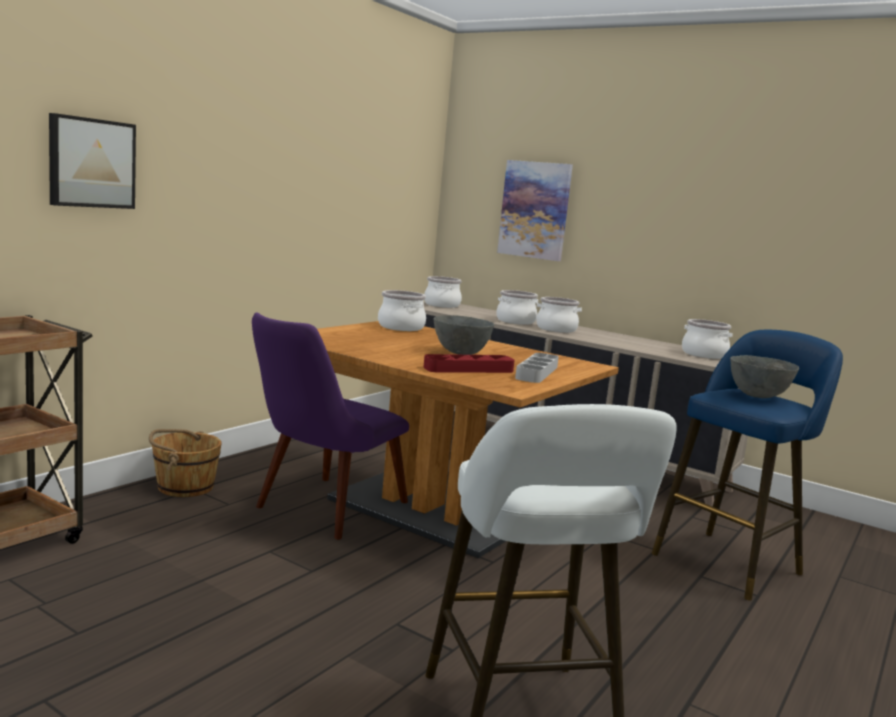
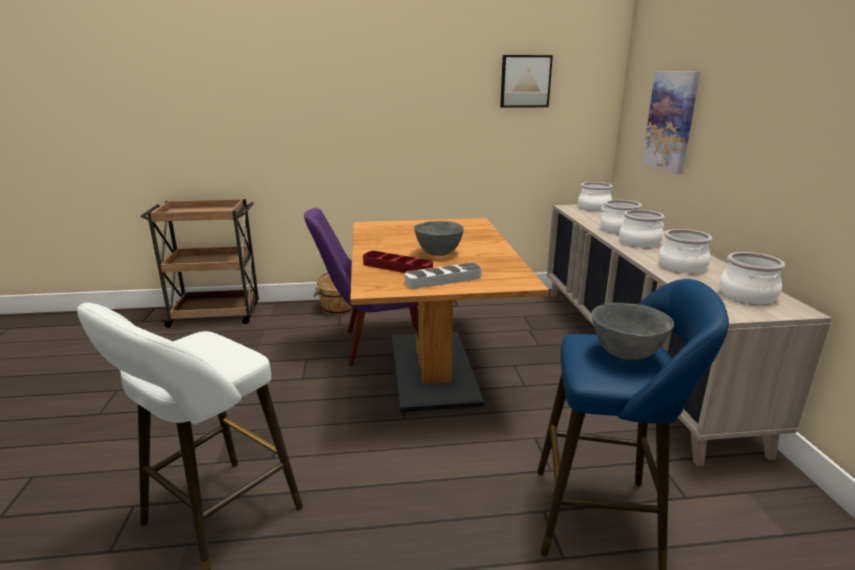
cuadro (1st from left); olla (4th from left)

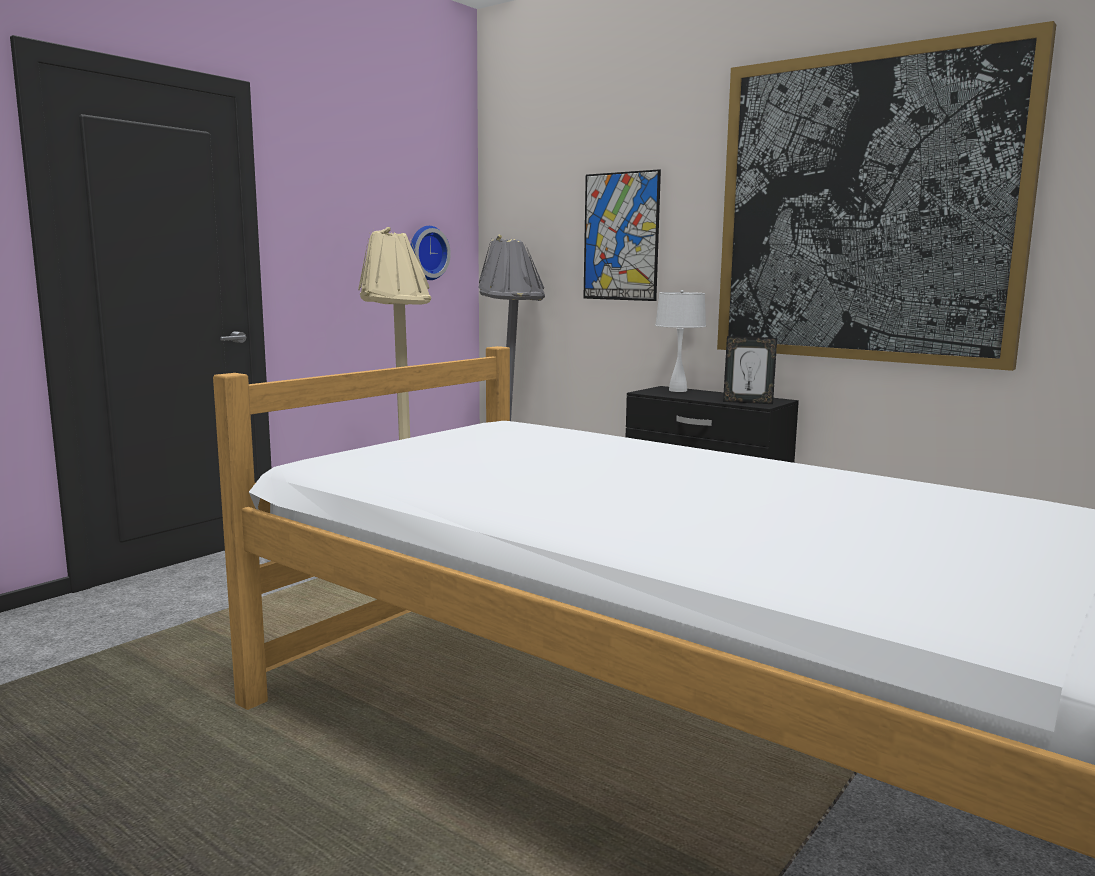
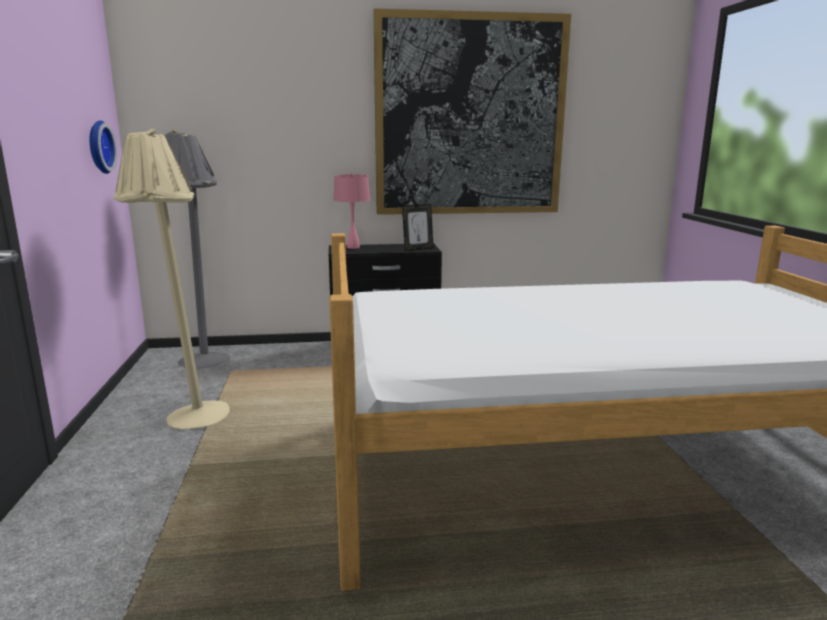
cuadro (1st from left in the first image); lámpara de mesa/rosa

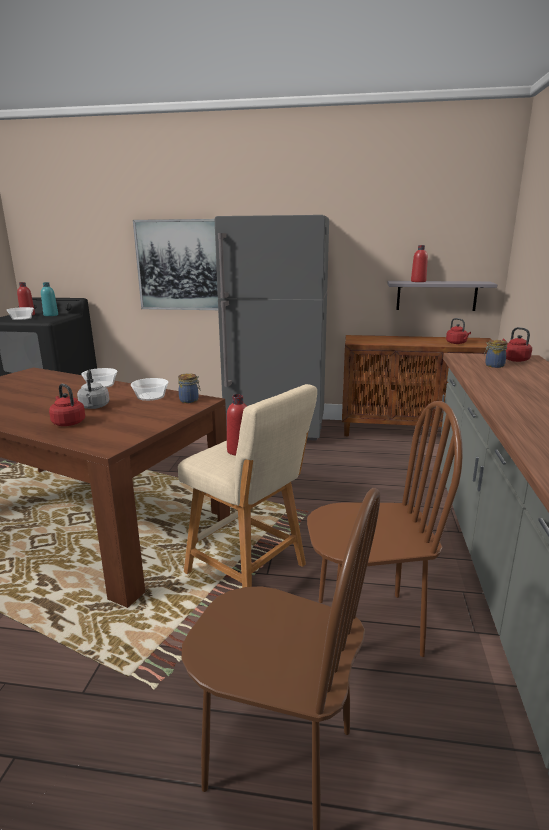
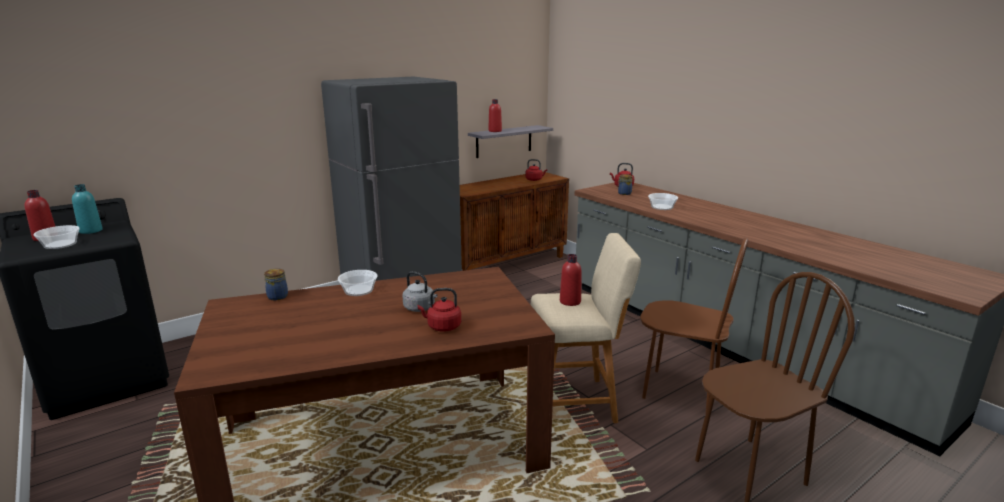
cuenco (3rd from left); cuadro; tarro (1st from left); silla/marrón (1st from left)

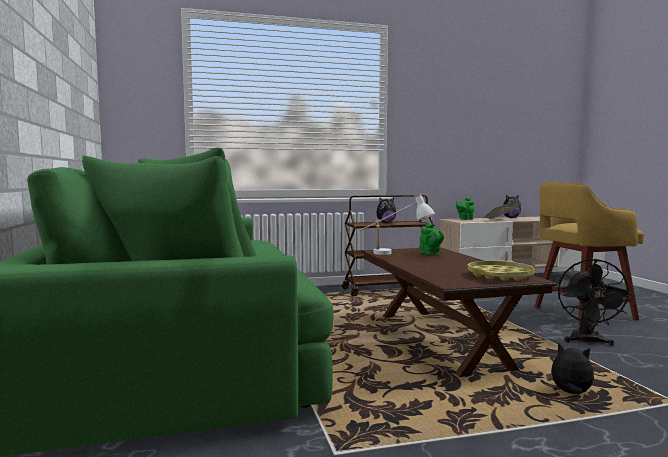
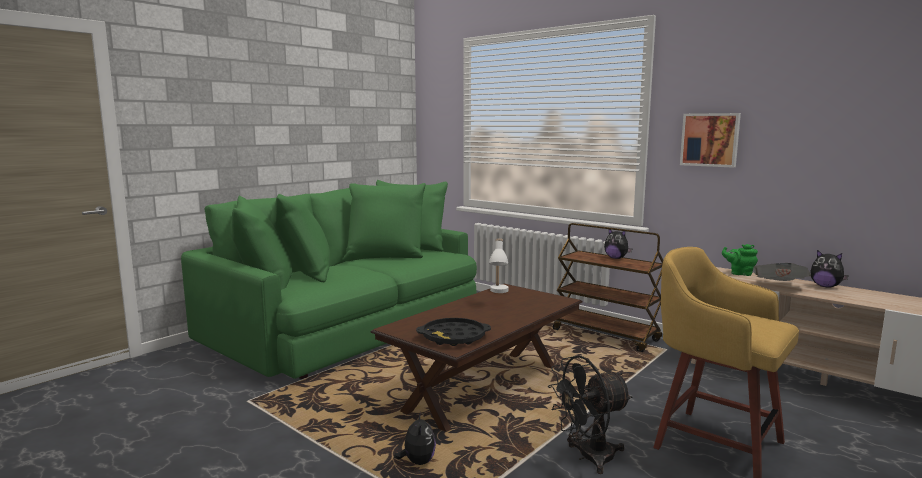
tetera/verde (1st from left in the first image); bandeja/negro; cuadro

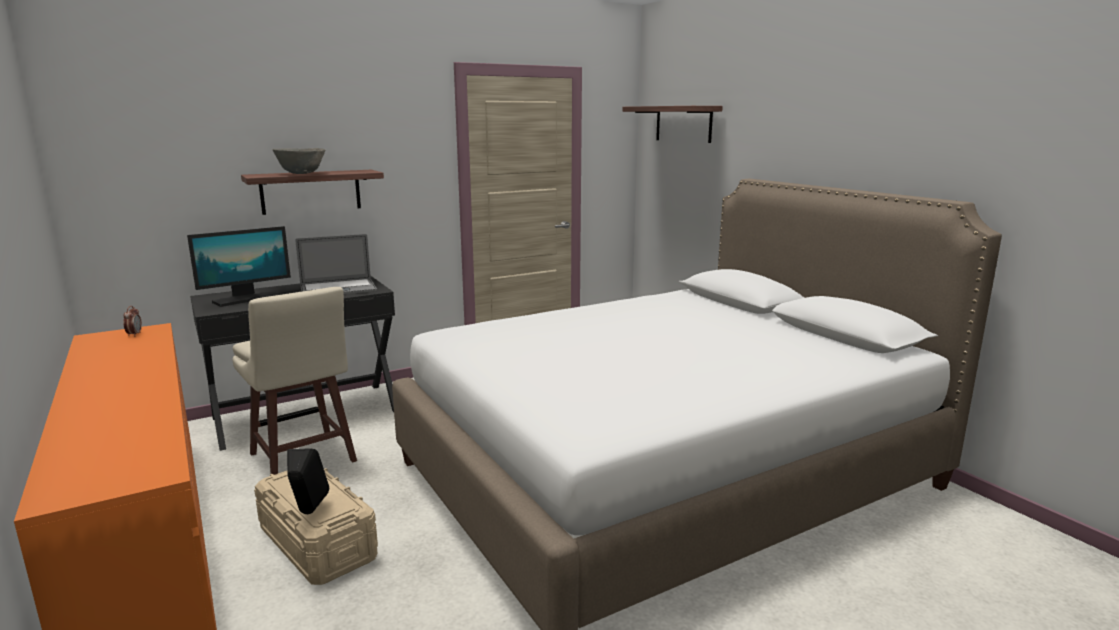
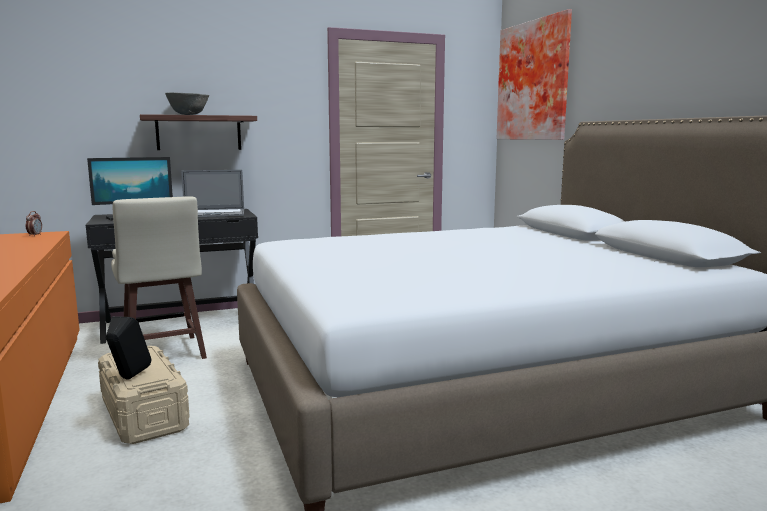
cuadro

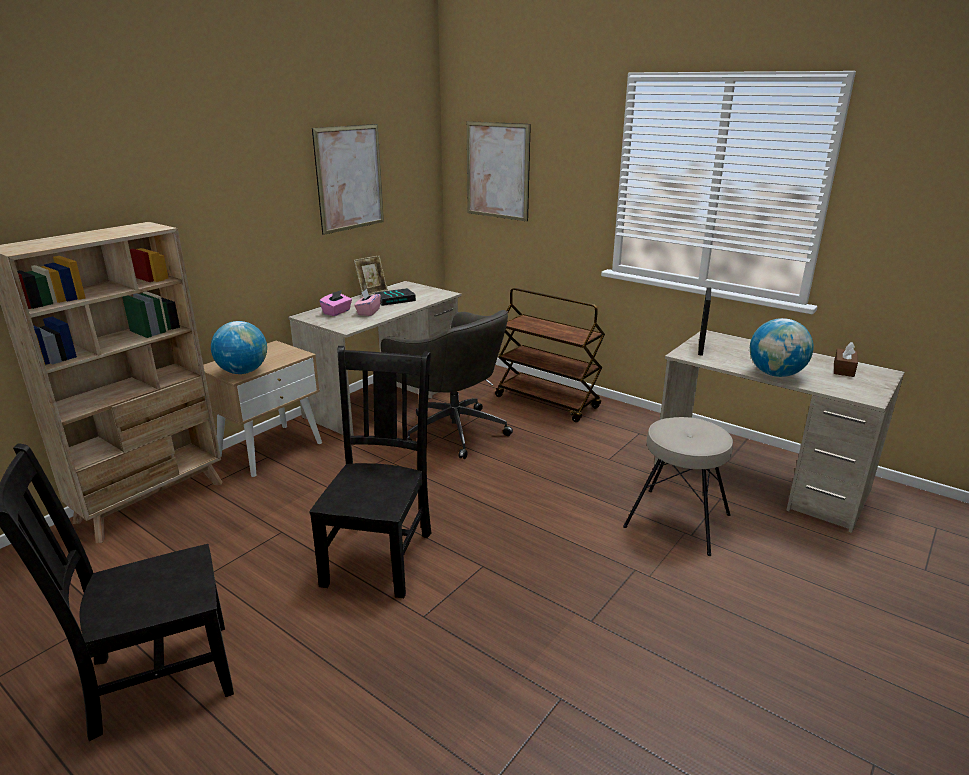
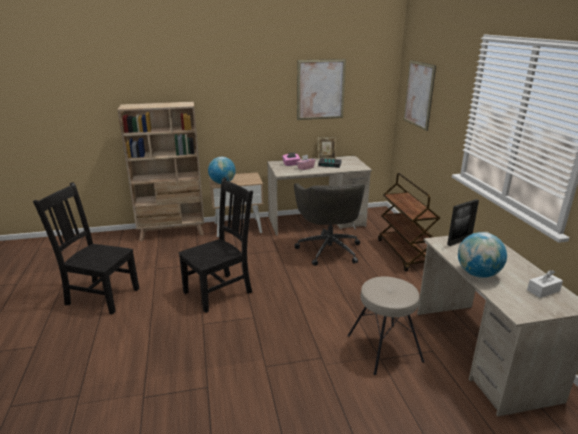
caja de pañuelos/blanco

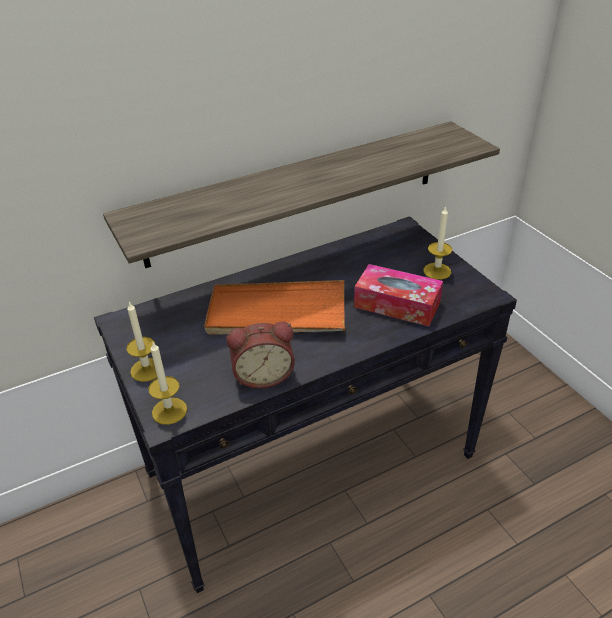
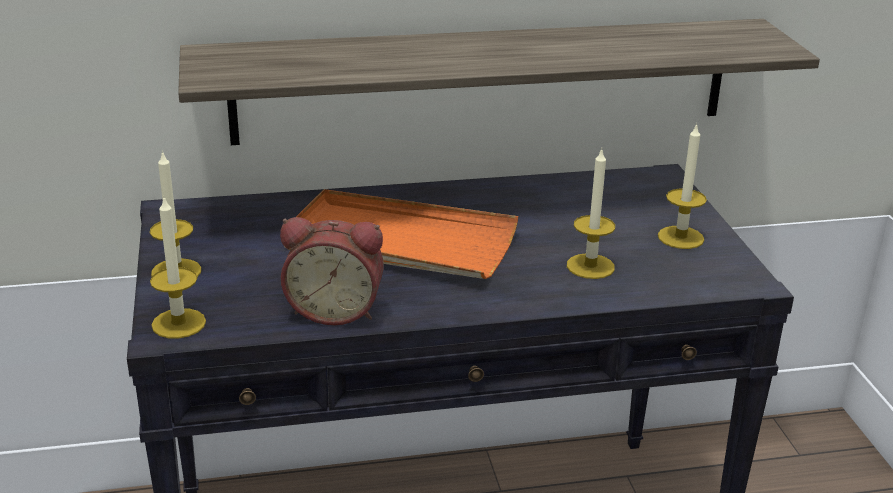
vela (3rd from left)

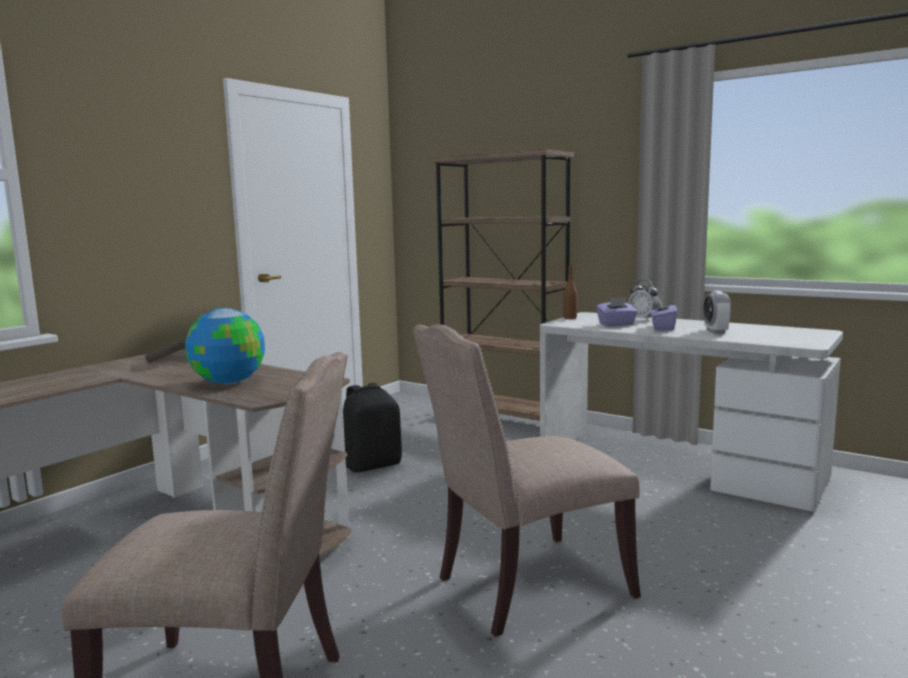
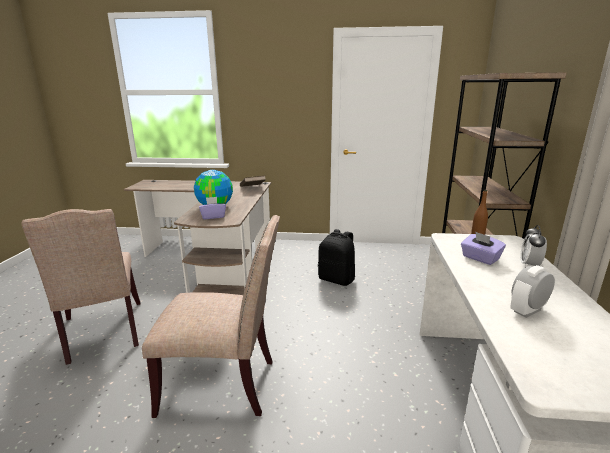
silla/beis (2nd from left); caja de pañuelos/morado (1st from left)

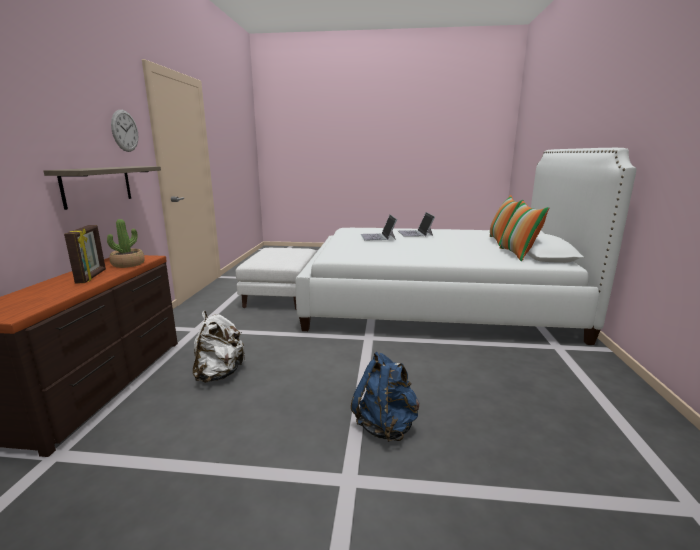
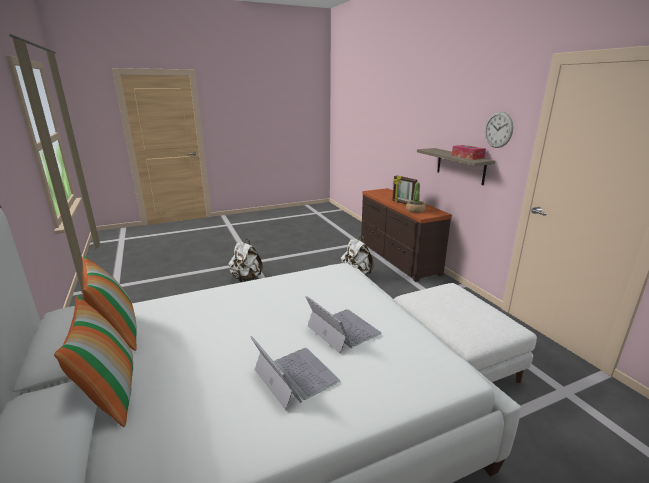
mochila/blanco (1st from left); caja de pañuelos

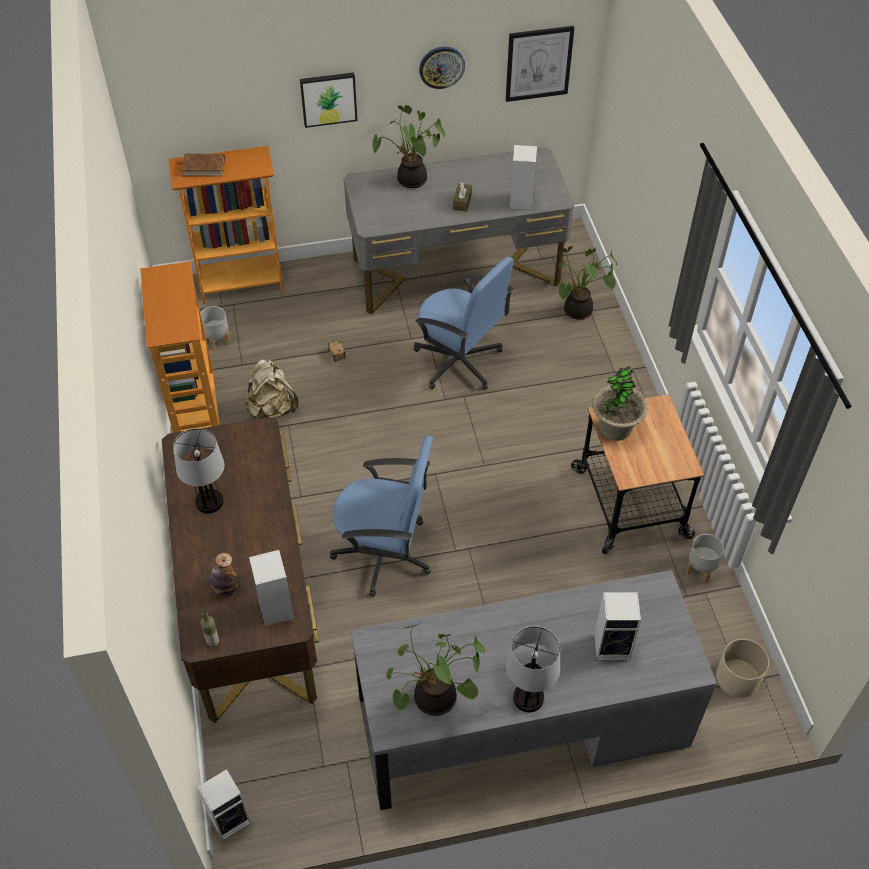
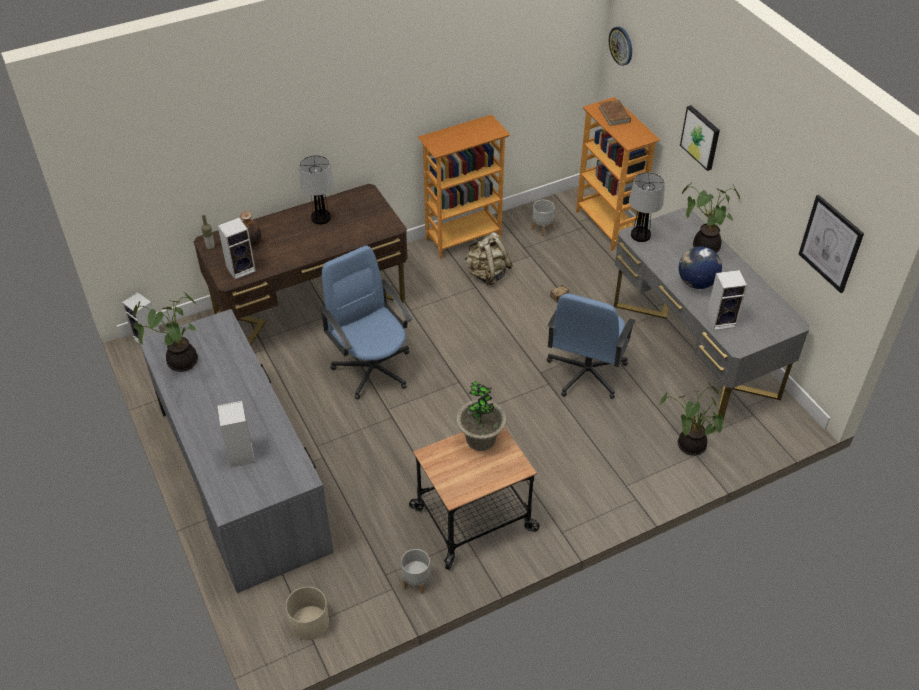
silla de oficina/azul (1st from left); reloj de pared; globo terráqueo; lámpara de mesa (2nd from left)

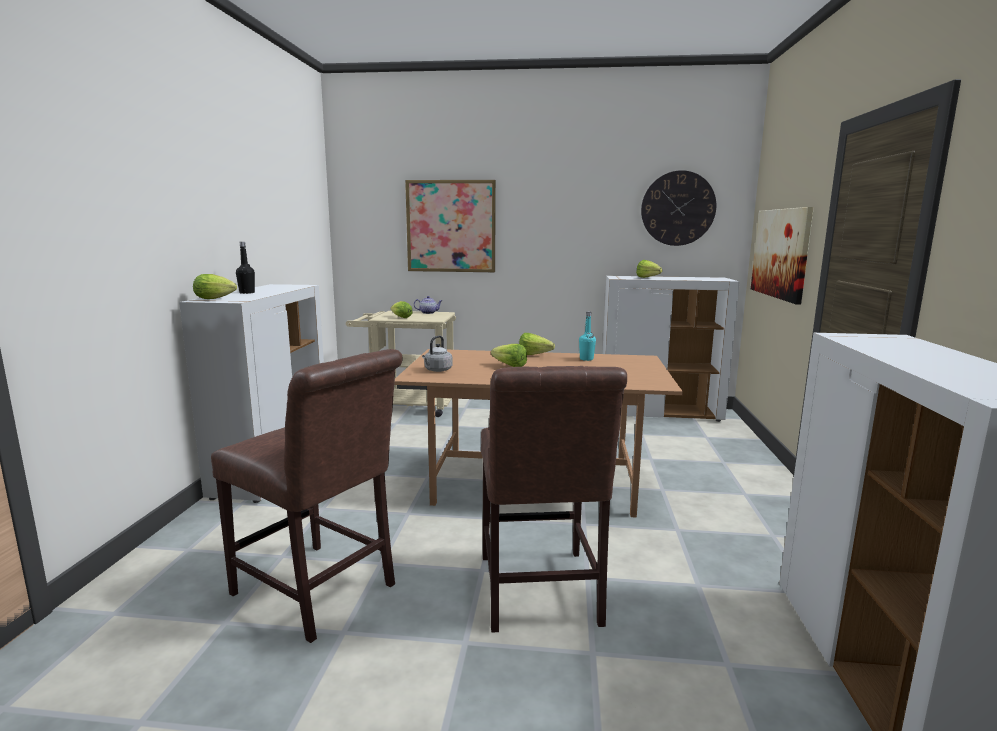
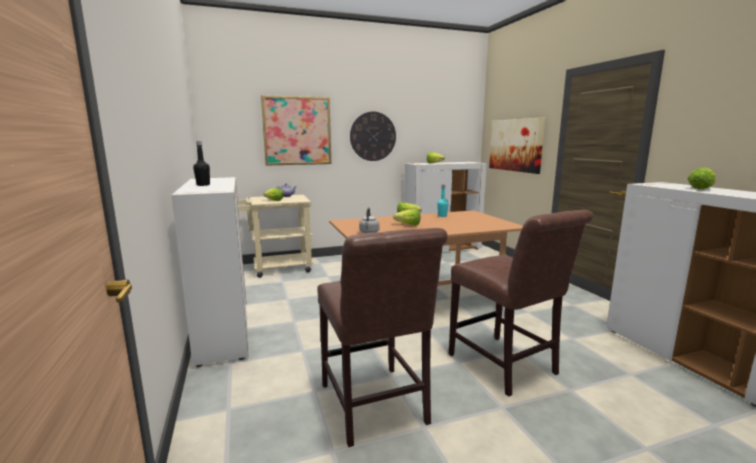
lechuga (5th from left); silla/marrón (1st from left); reloj de pared

